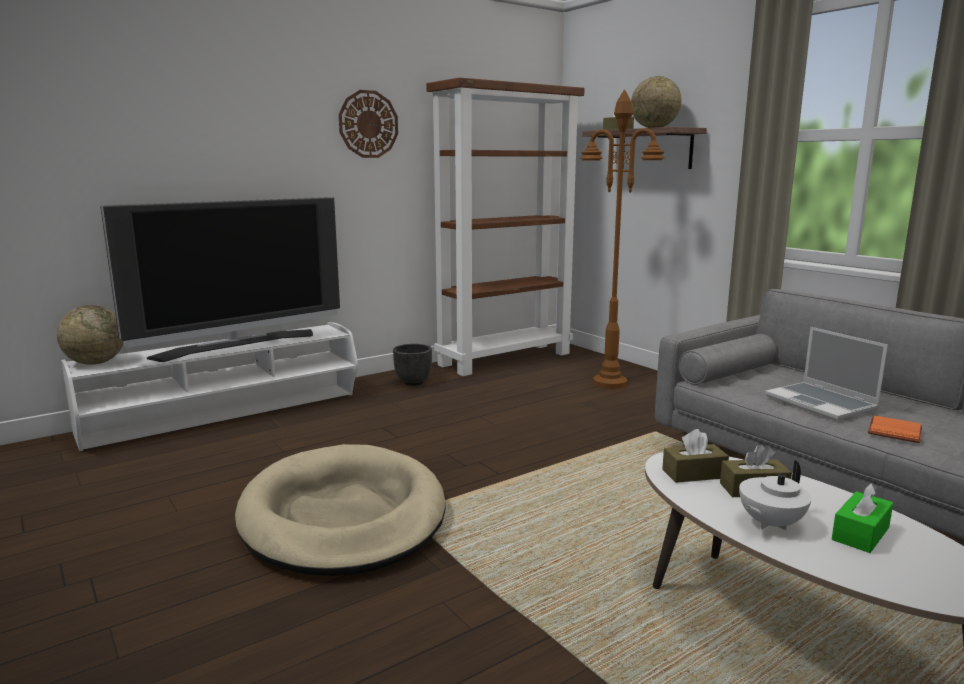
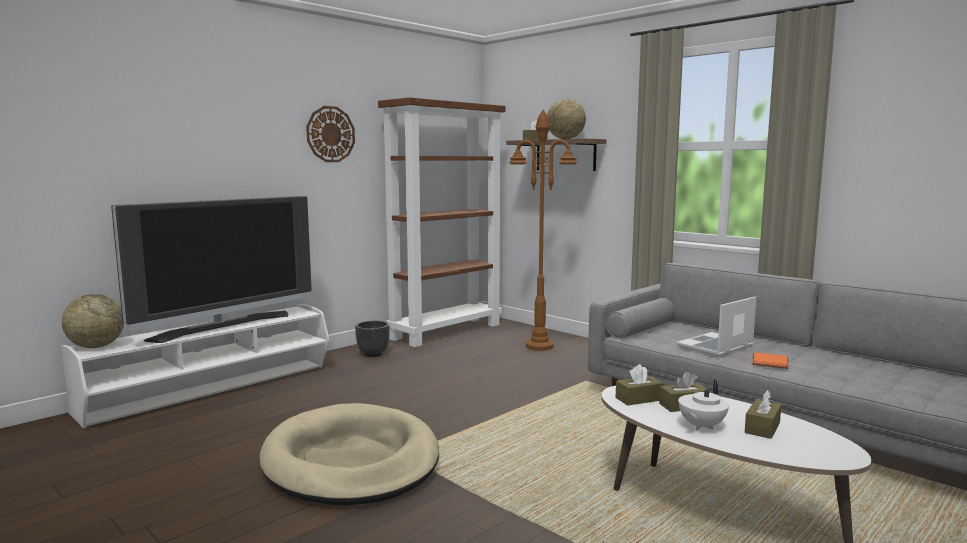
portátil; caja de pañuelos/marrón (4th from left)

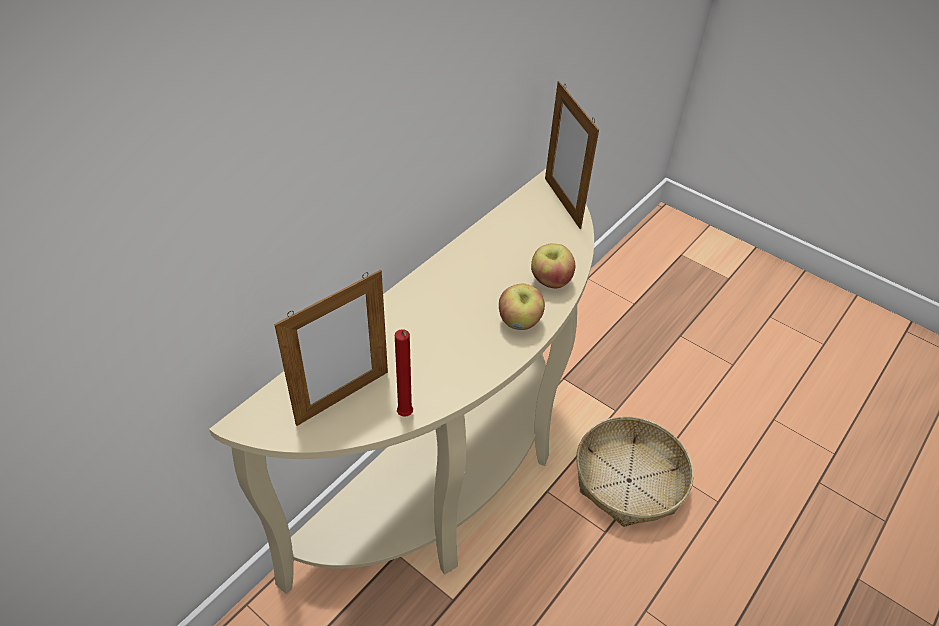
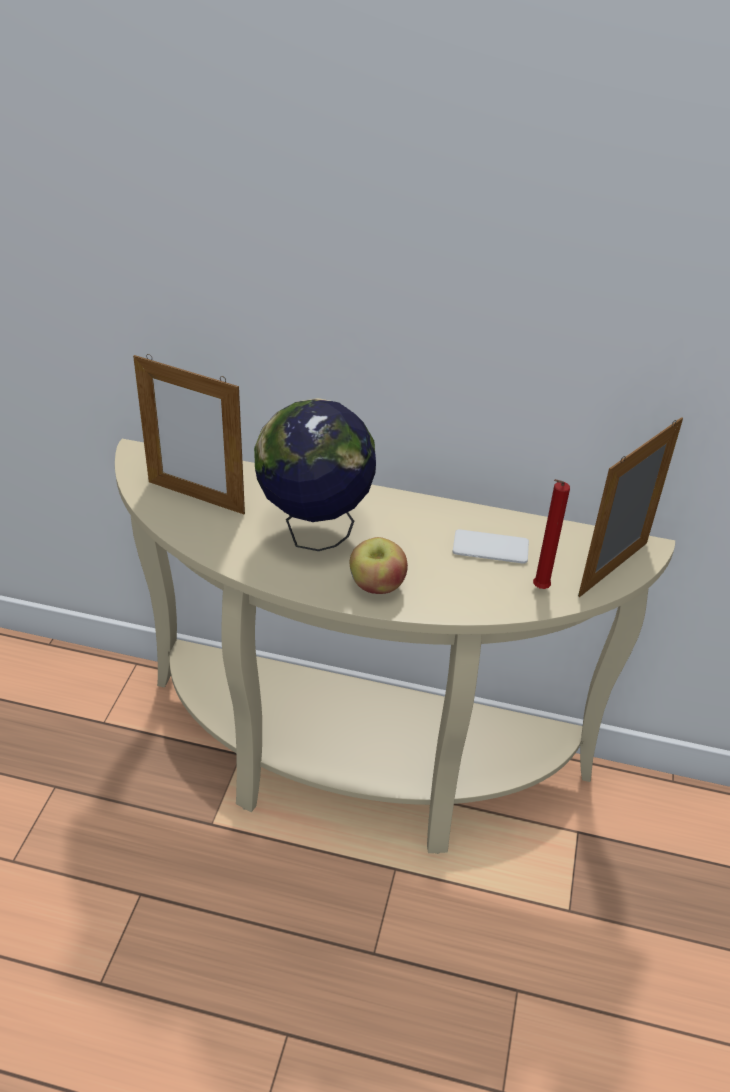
vela/rojo; manzana (2nd from left in the first image); cesta; globo terráqueo; móvil

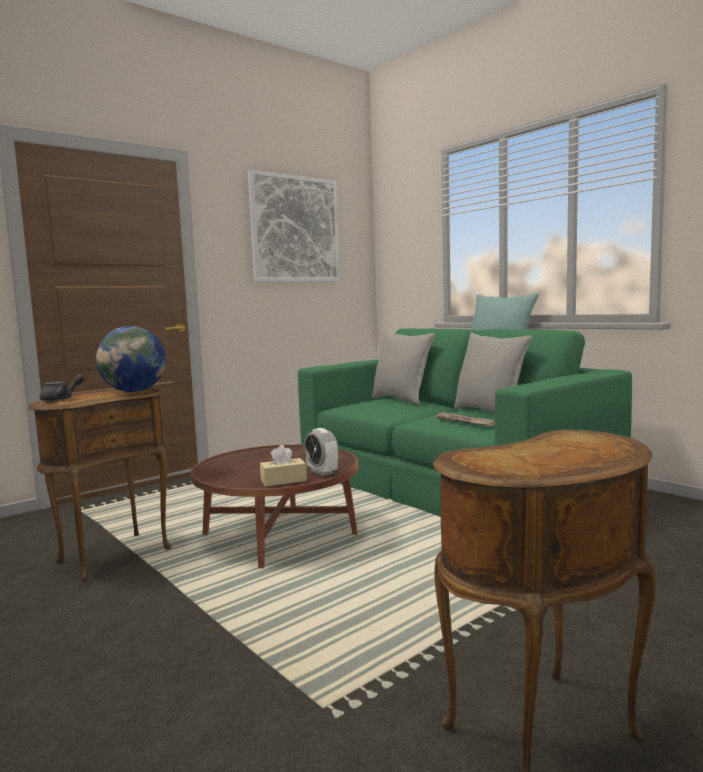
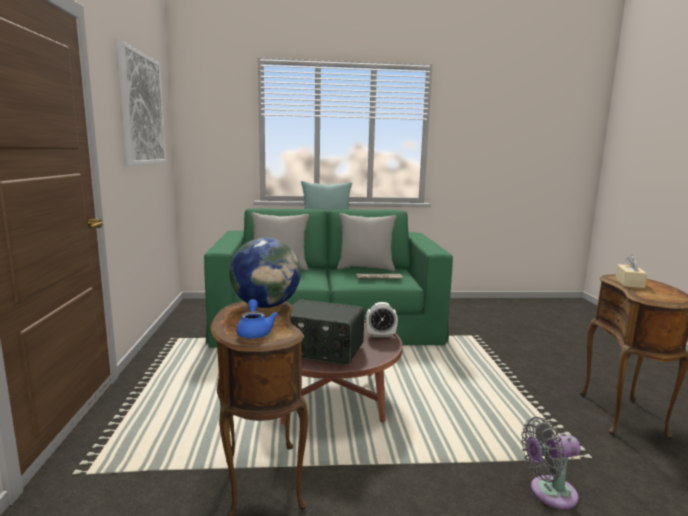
tetera/azul; caja de pañuelos/beis; radio; ventilador/gris

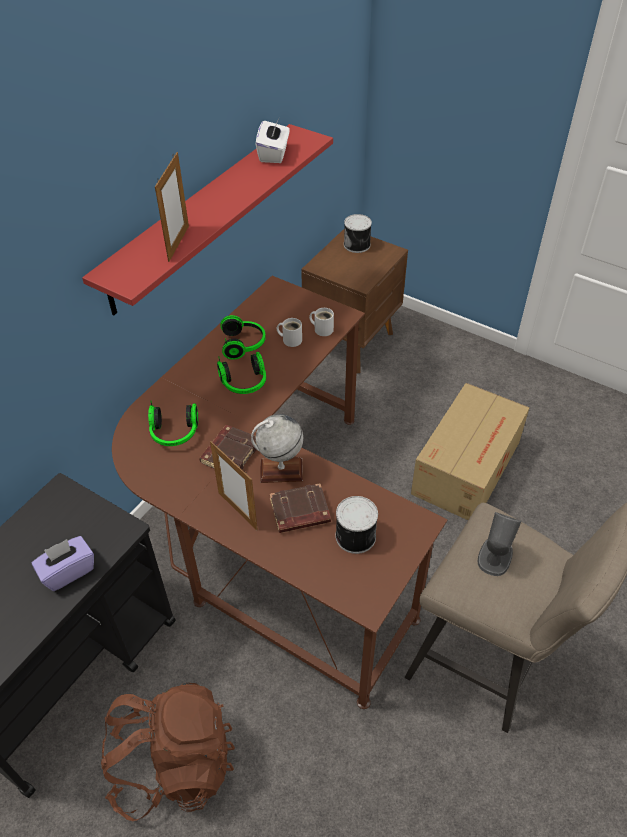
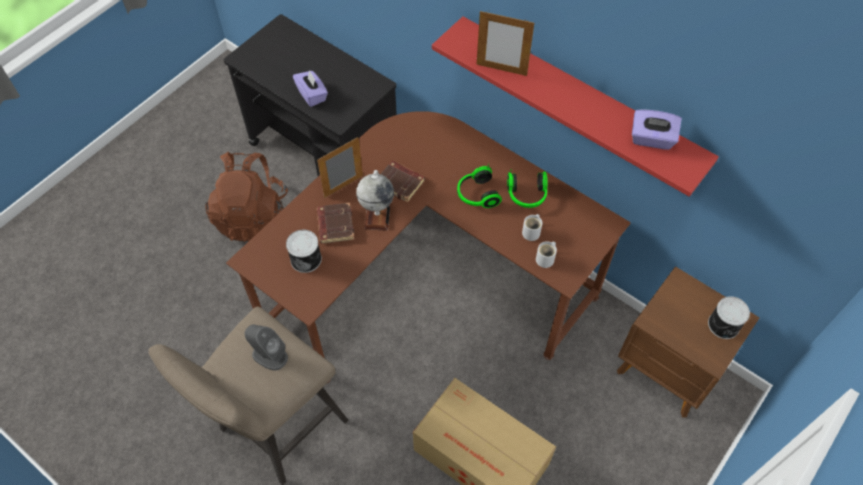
auriculares (1st from left in the first image); caja de pañuelos/morado (2nd from left)

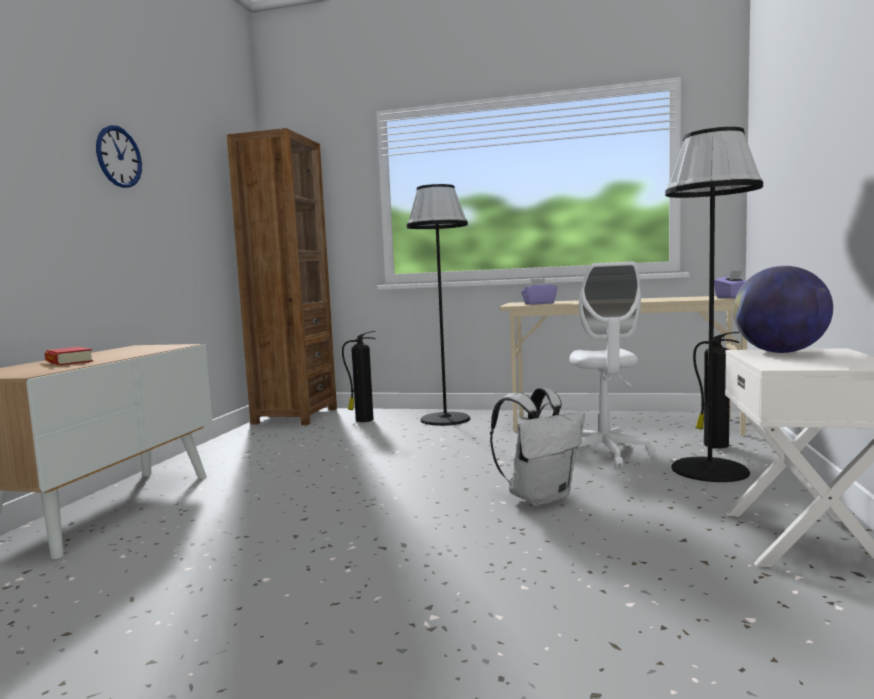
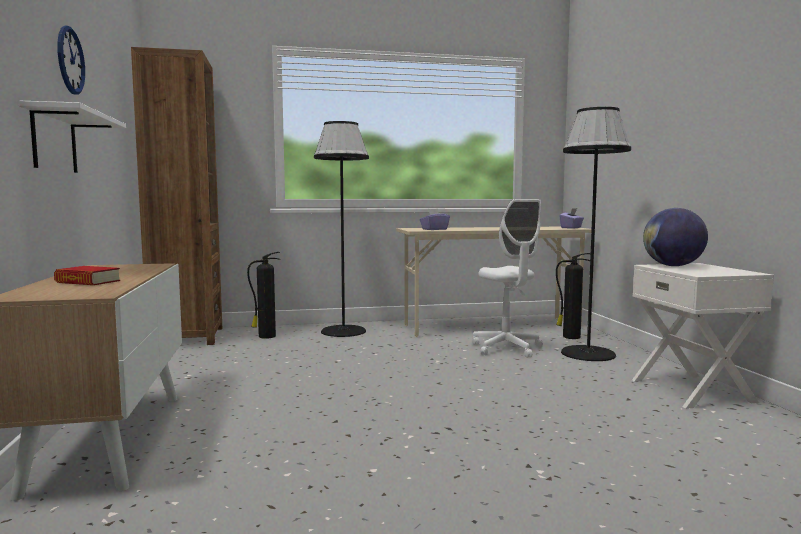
mochila/blanco; estante/blanco

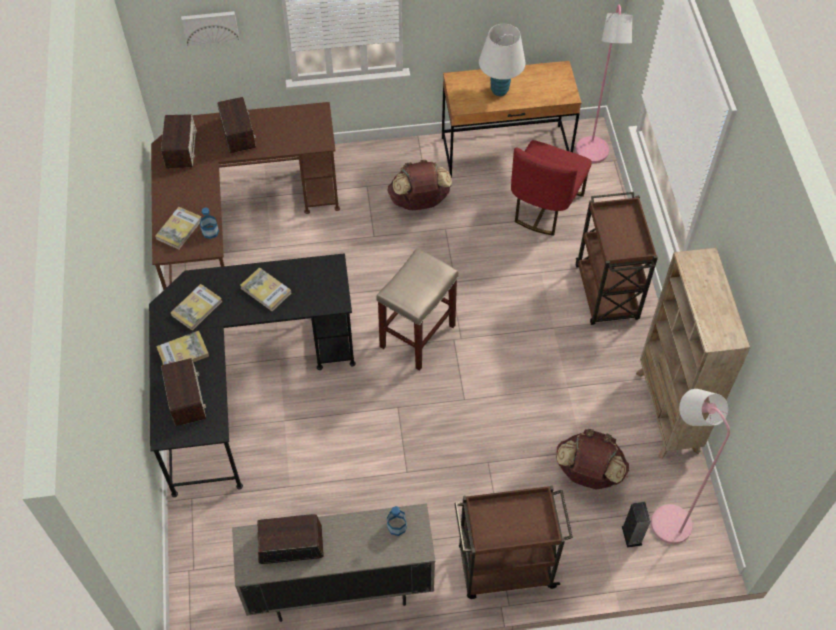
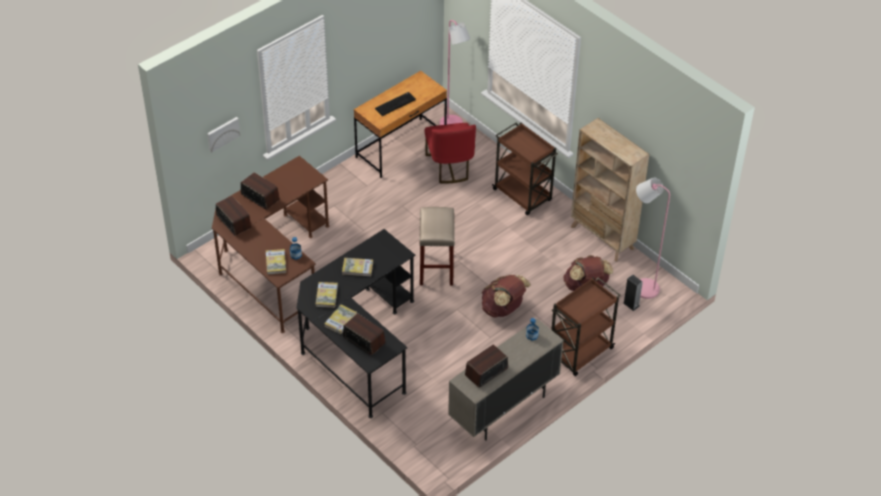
mochila/marrón (1st from left); teclado

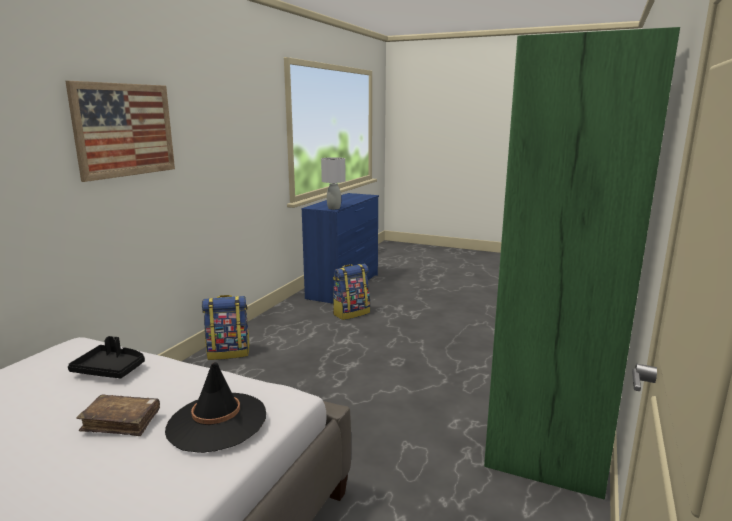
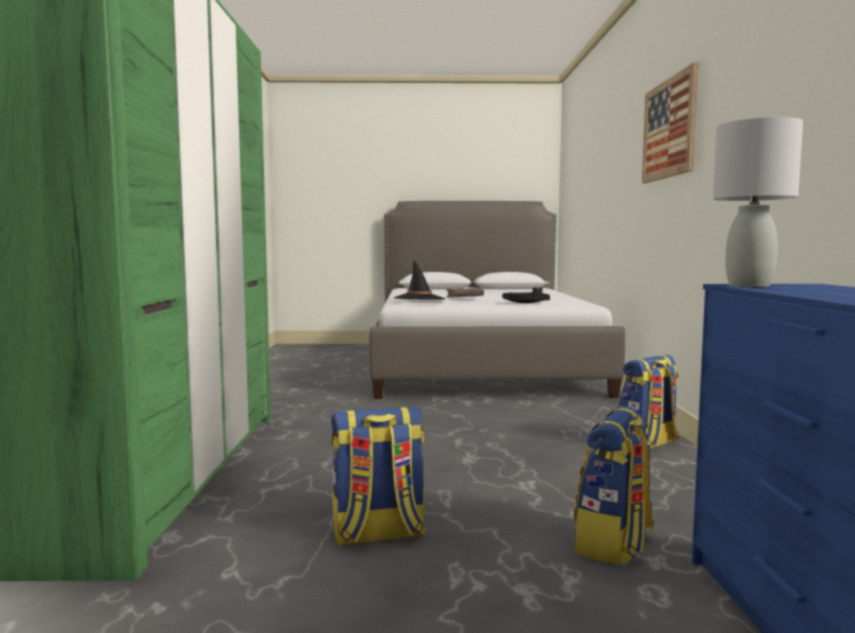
mochila (1st from left)

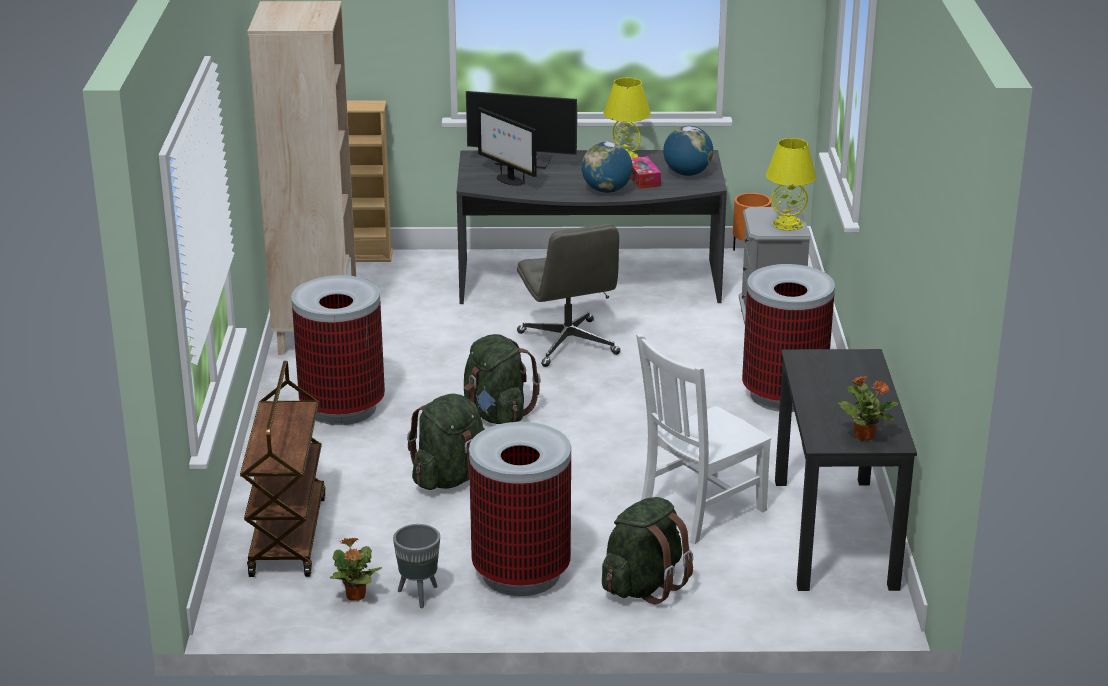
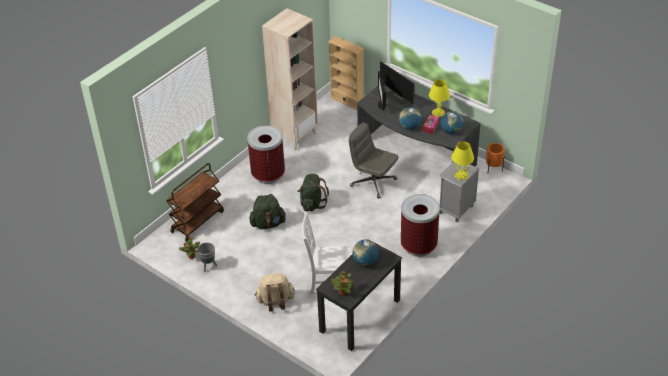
papelera (2nd from left in the first image); silla de oficina/gris; mochila/beis; globo terráqueo (1st from left)

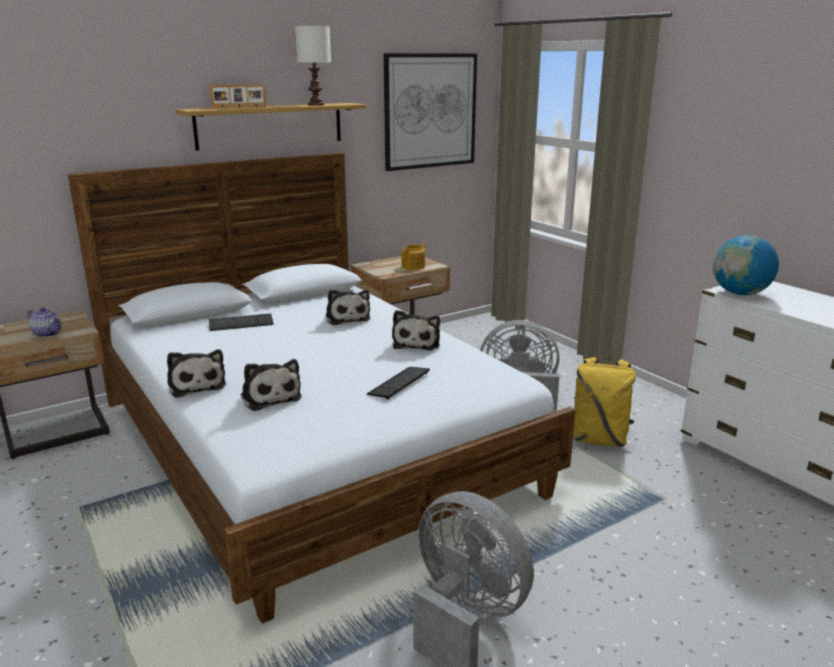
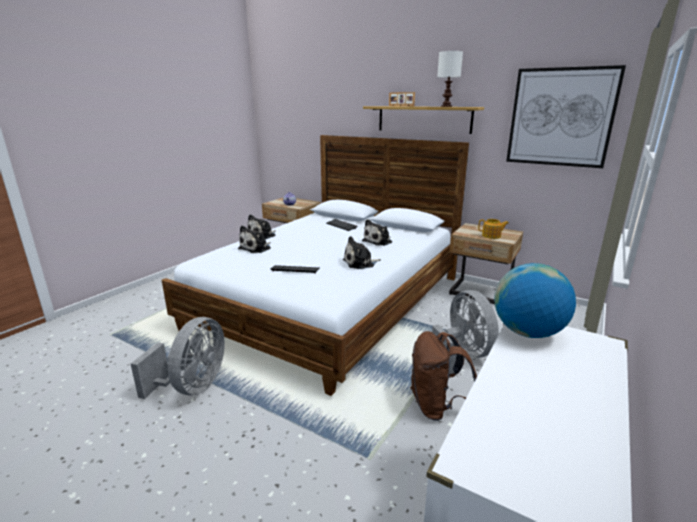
mochila/marrón

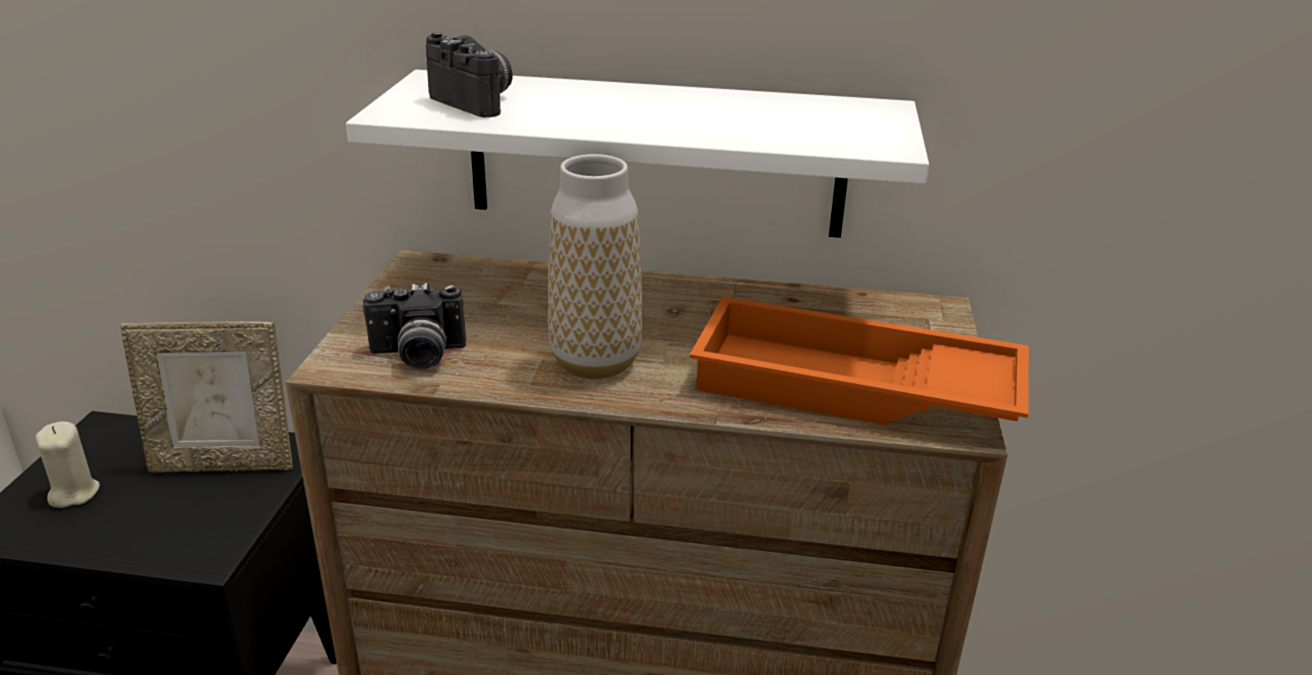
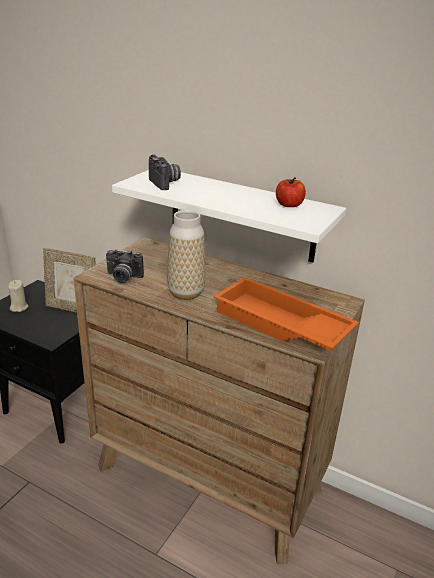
manzana

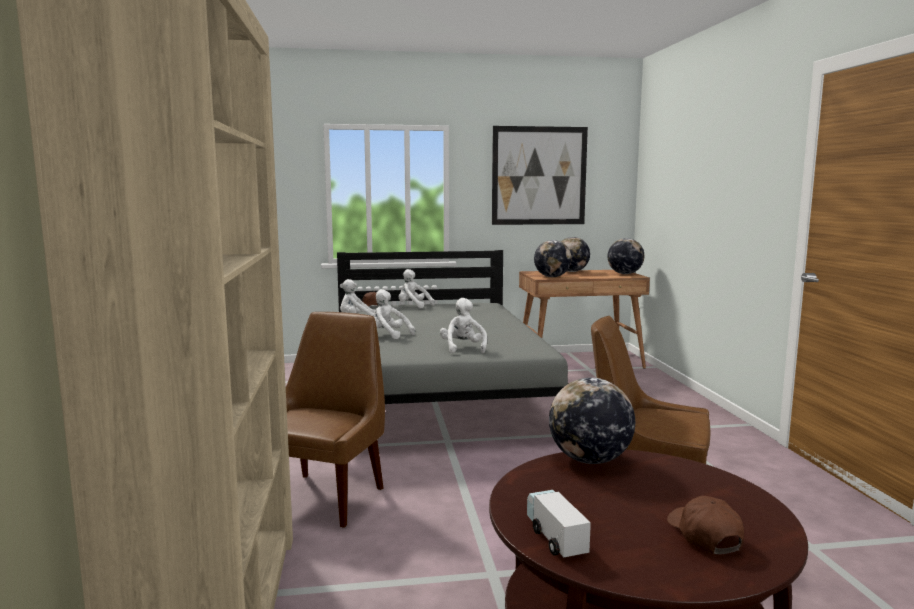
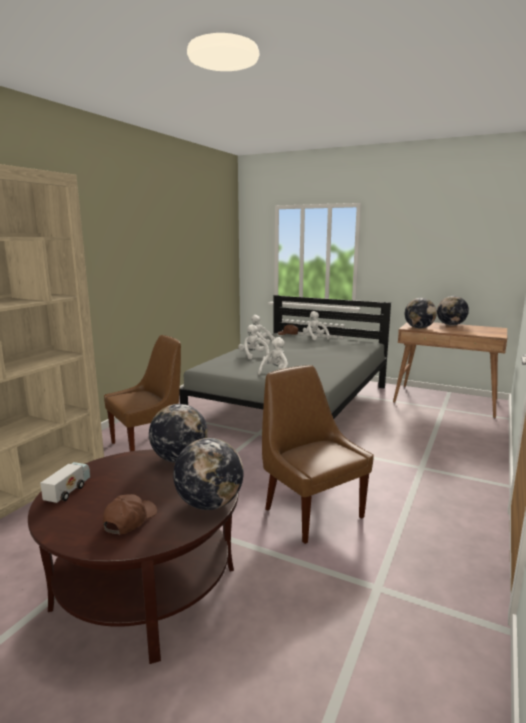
cuadro; globo terráqueo (2nd from left)

